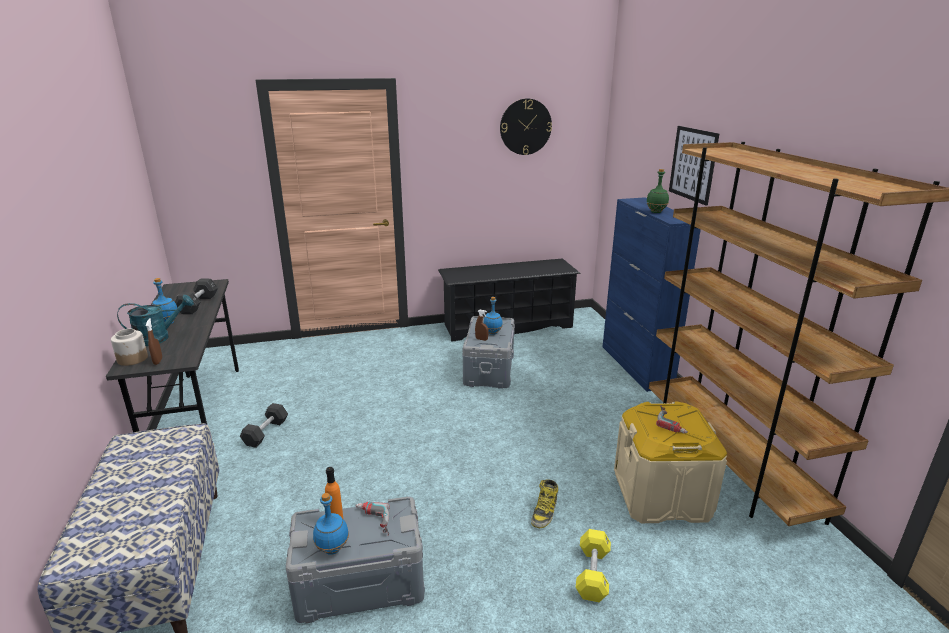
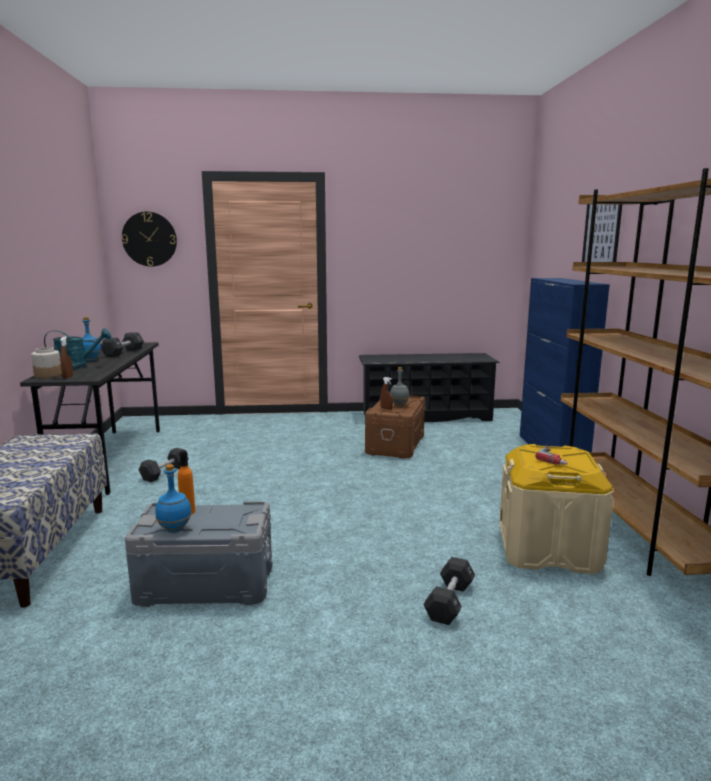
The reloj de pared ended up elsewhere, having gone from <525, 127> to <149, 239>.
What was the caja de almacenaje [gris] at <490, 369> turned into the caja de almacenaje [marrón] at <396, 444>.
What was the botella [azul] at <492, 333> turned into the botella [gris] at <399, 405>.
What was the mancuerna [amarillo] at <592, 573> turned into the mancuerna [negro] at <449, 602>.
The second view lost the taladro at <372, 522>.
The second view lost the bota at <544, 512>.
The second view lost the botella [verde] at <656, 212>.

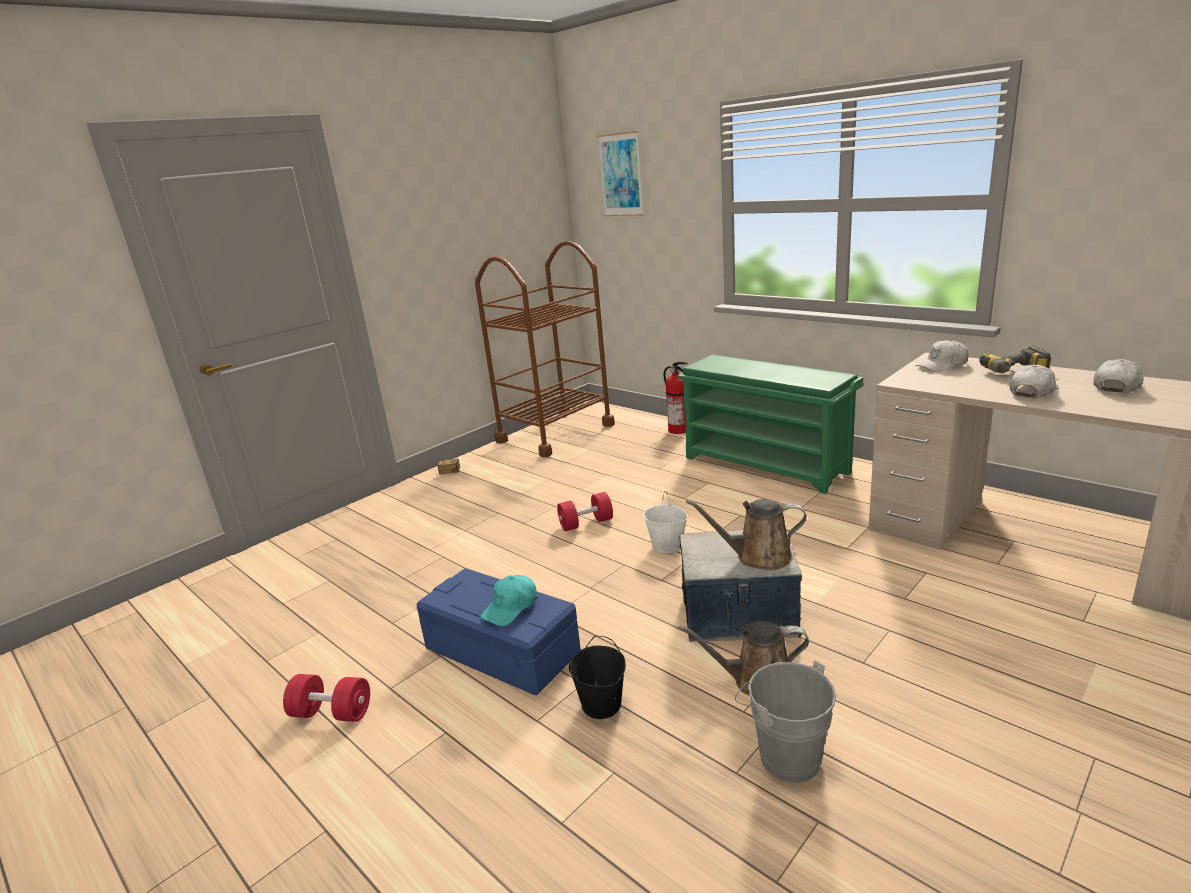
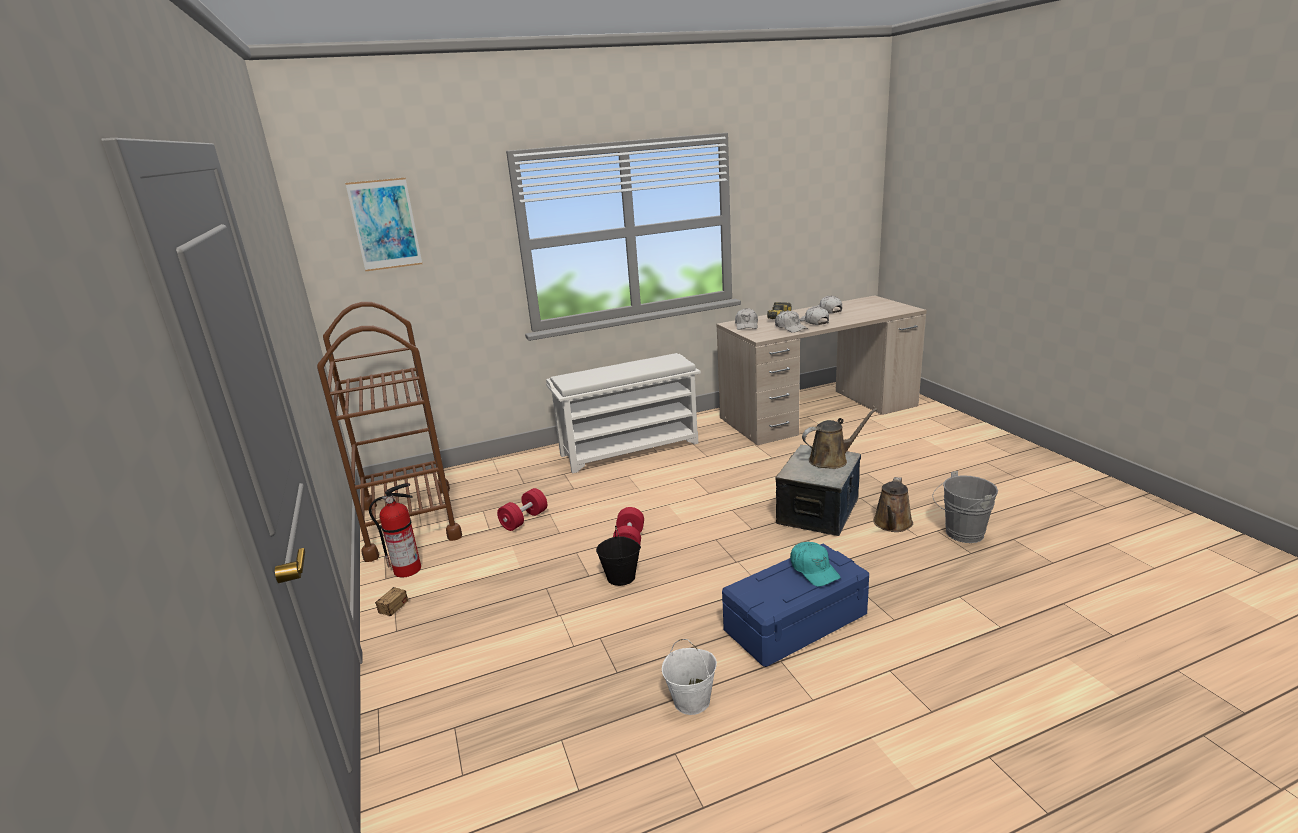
The extintor ended up elsewhere, having gone from <679, 430> to <408, 569>.
The mancuerna [rojo] ended up elsewhere, having gone from <332, 713> to <524, 520>.
What was the zapatero [verde] at <767, 465> turned into the zapatero [blanco] at <630, 448>.
The cubo [negro] ended up elsewhere, having gone from <602, 705> to <621, 577>.
The cubo [blanco] ended up elsewhere, having gone from <667, 546> to <692, 700>.
The second view gained the gorra [blanco] at <790, 328>.
The regadera [marrón] at <758, 557> ended up facing another way, 135 degrees counterclockwise from before.

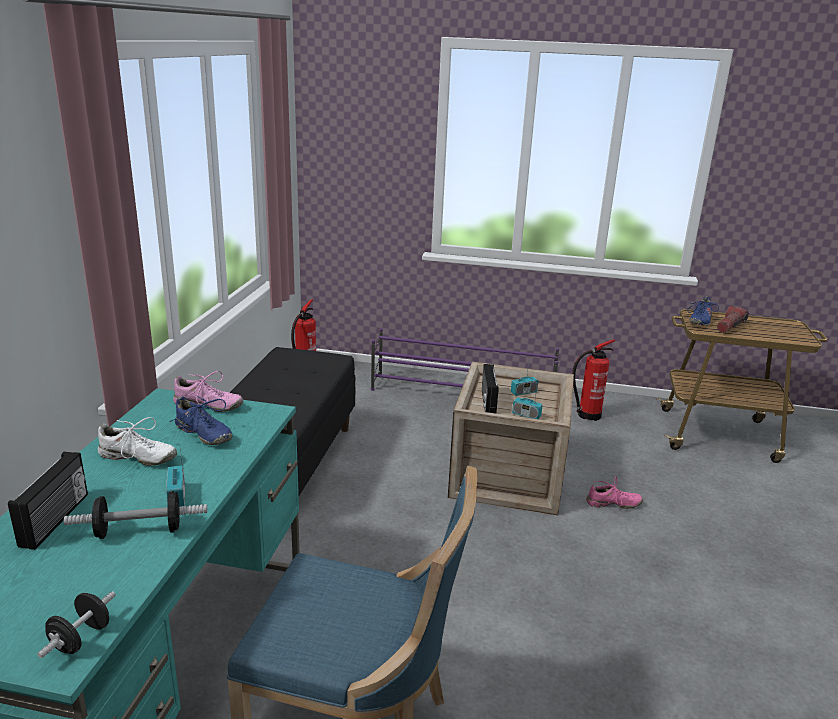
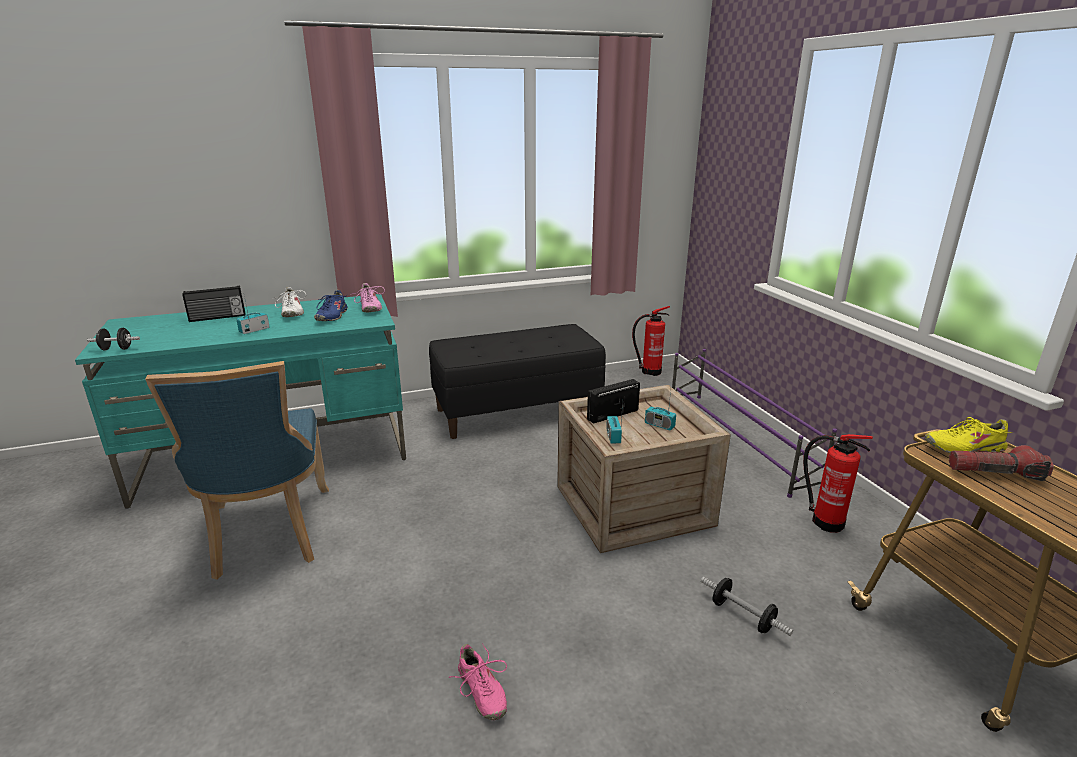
The zapato [rosa] ended up elsewhere, having gone from <613, 504> to <481, 692>.
The mancuerna ended up elsewhere, having gone from <139, 531> to <742, 616>.
What was the zapato [azul] at <699, 320> turned into the zapato [amarillo] at <963, 448>.

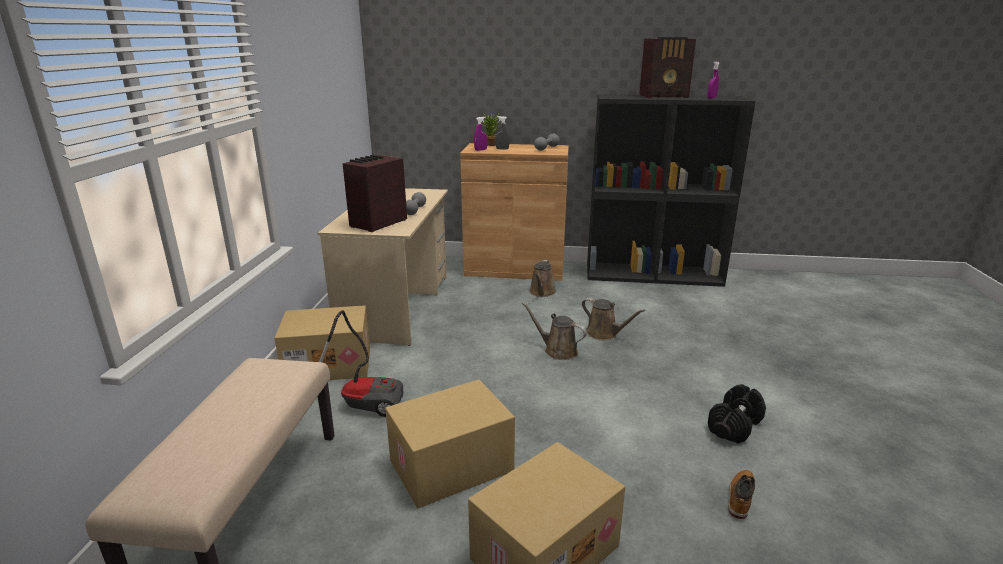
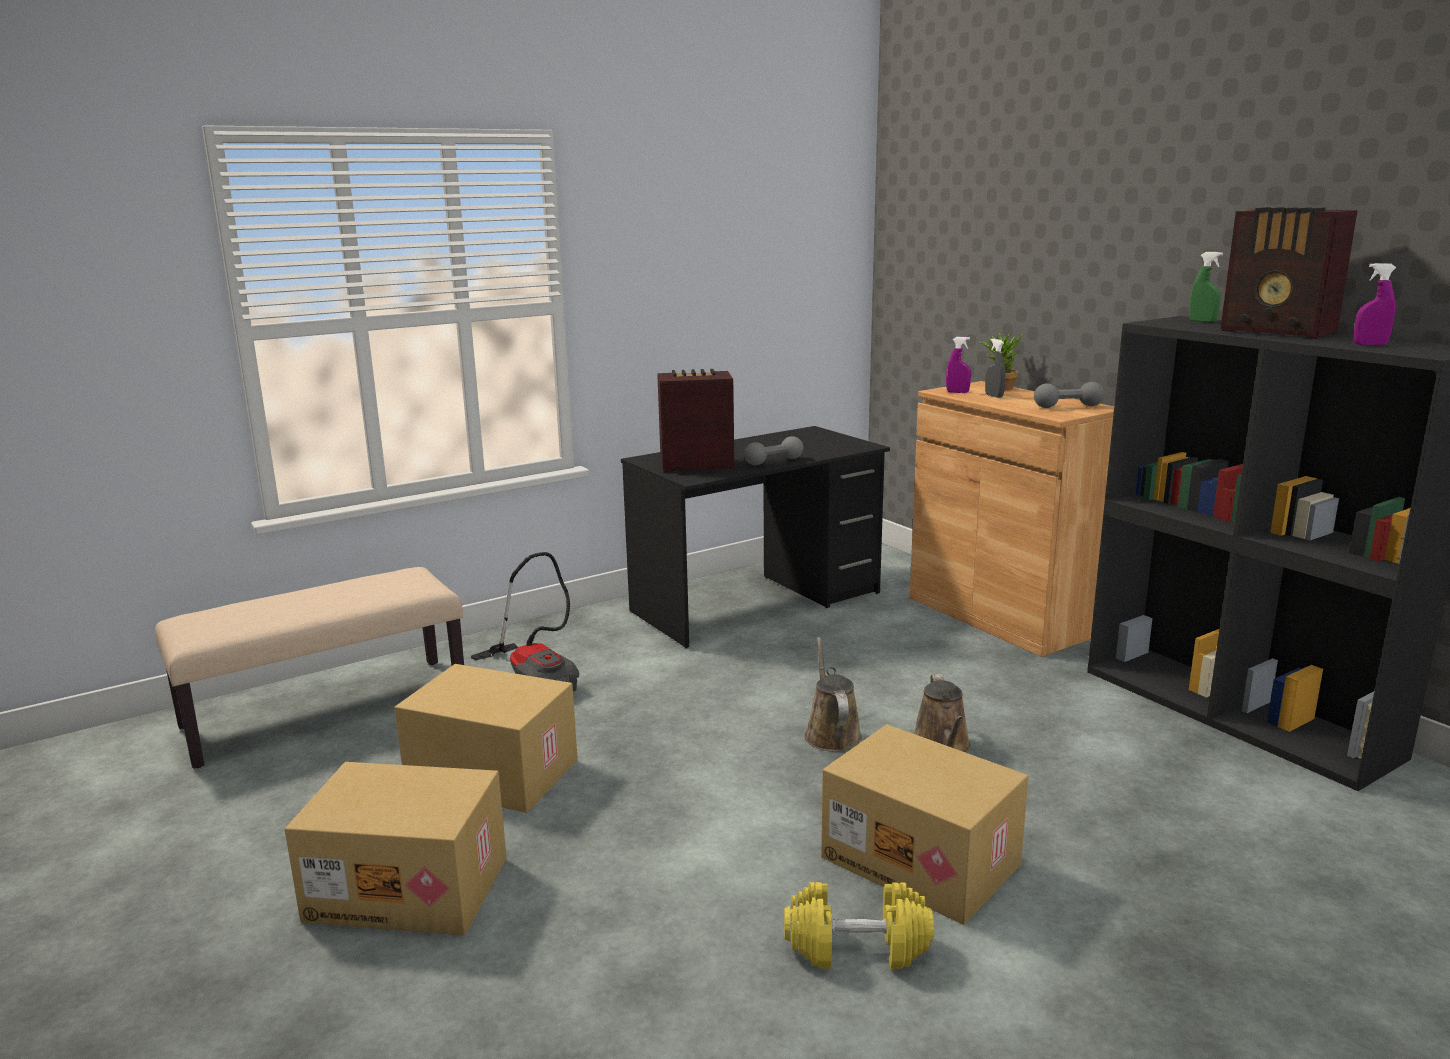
What was the escritorio [beis] at <396, 306> turned into the escritorio [negro] at <757, 602>.
What was the mancuerna [negro] at <734, 426> turned into the mancuerna [amarillo] at <857, 948>.
The caja de cartón ended up elsewhere, having gone from <329, 364> to <923, 860>.
The second view gained the pulverizador [verde] at <1202, 321>.
The second view lost the regadera [marrón] at <542, 292>.
The second view lost the bota at <740, 497>.

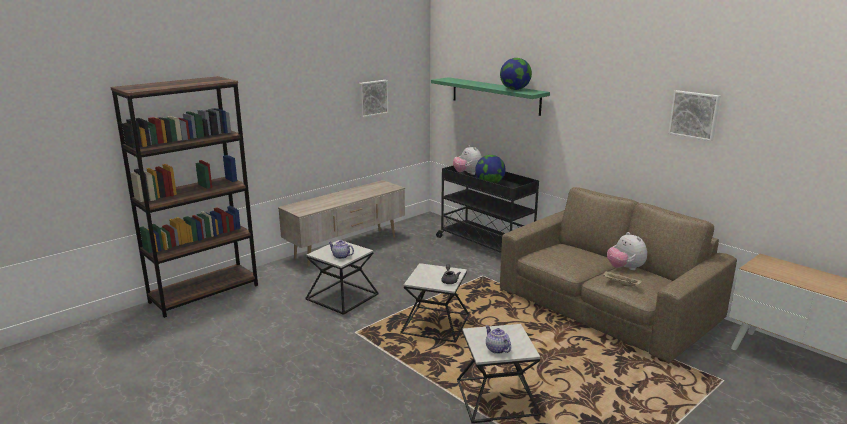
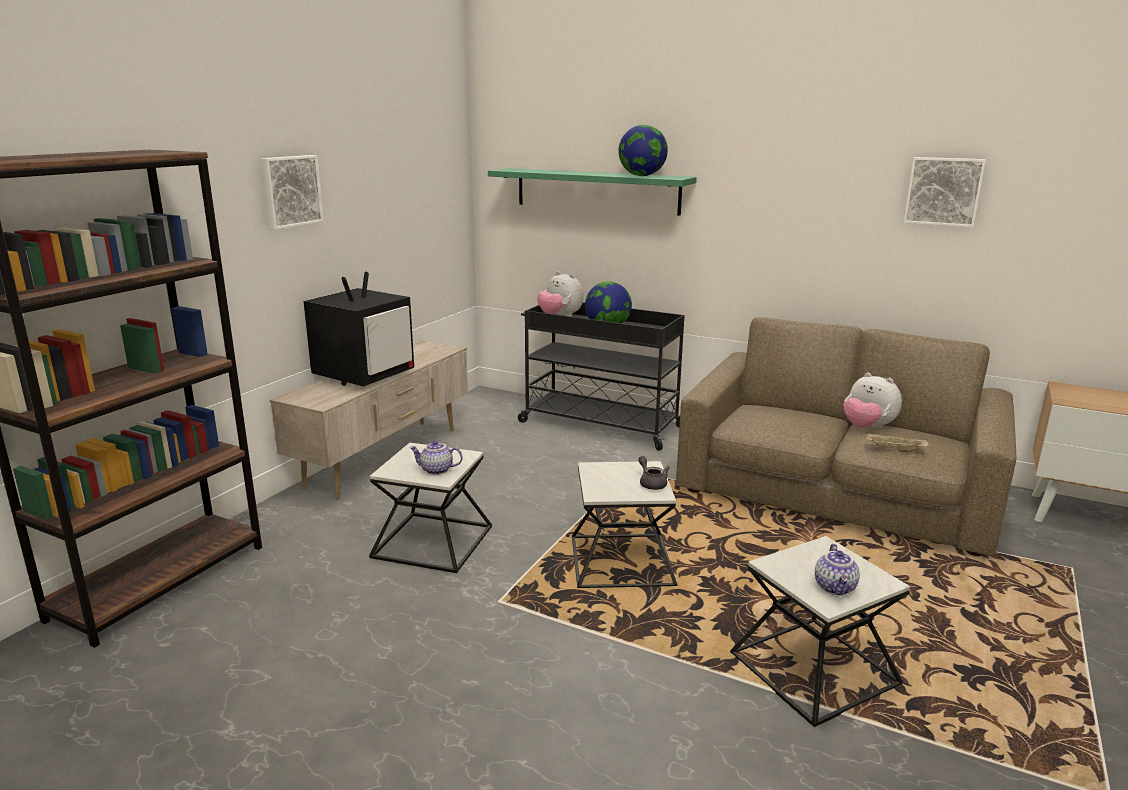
The cuadro ended up elsewhere, having gone from <372, 98> to <290, 191>.
The second view gained the televisor at <365, 375>.
The tetera at <496, 349> ended up facing another way, 120 degrees counterclockwise from before.

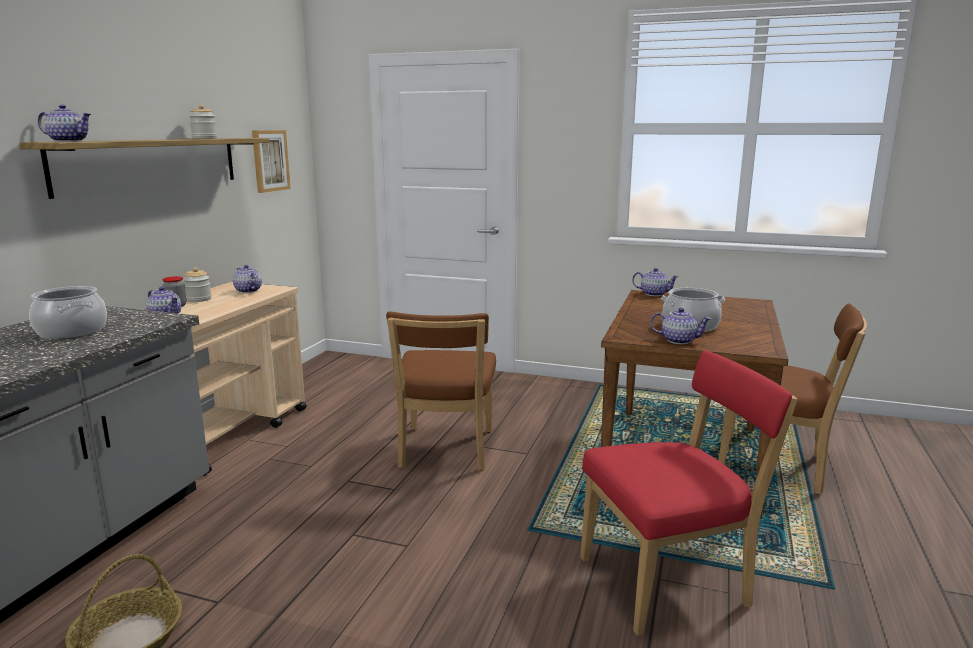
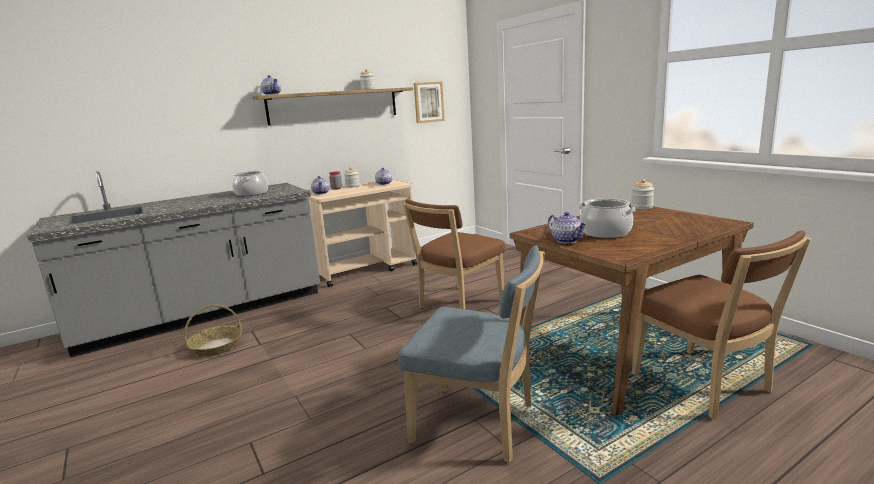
What was the silla [rojo] at <670, 581> turned into the silla [azul] at <479, 424>.
Where the tetera stood at <653, 294>, the tarro came to stand at <641, 207>.

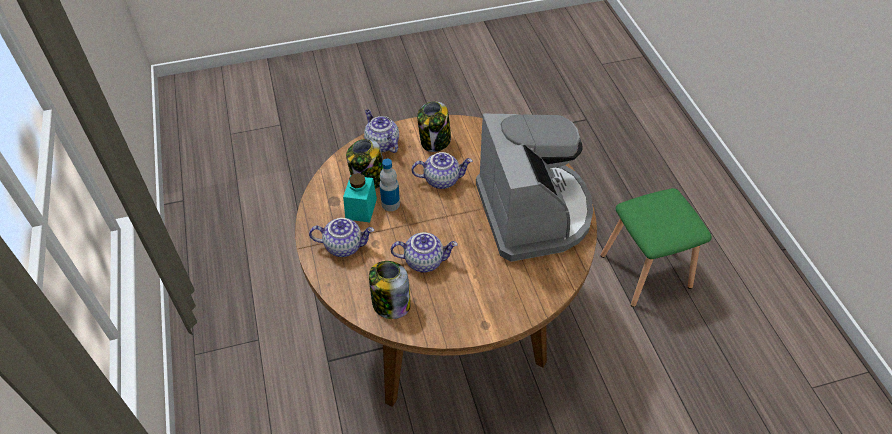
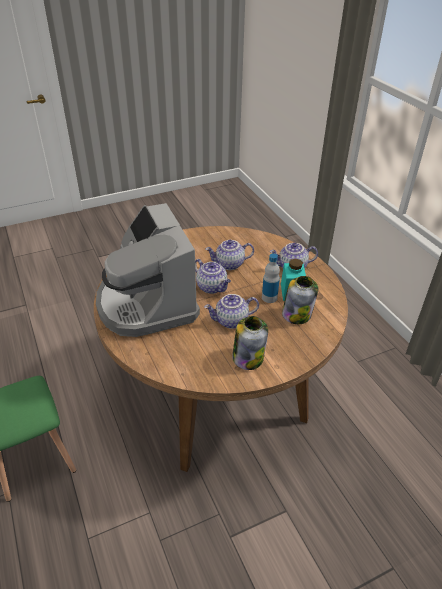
The tetera ended up elsewhere, having gone from <381, 143> to <212, 287>.
The second view lost the tarro at <390, 304>.

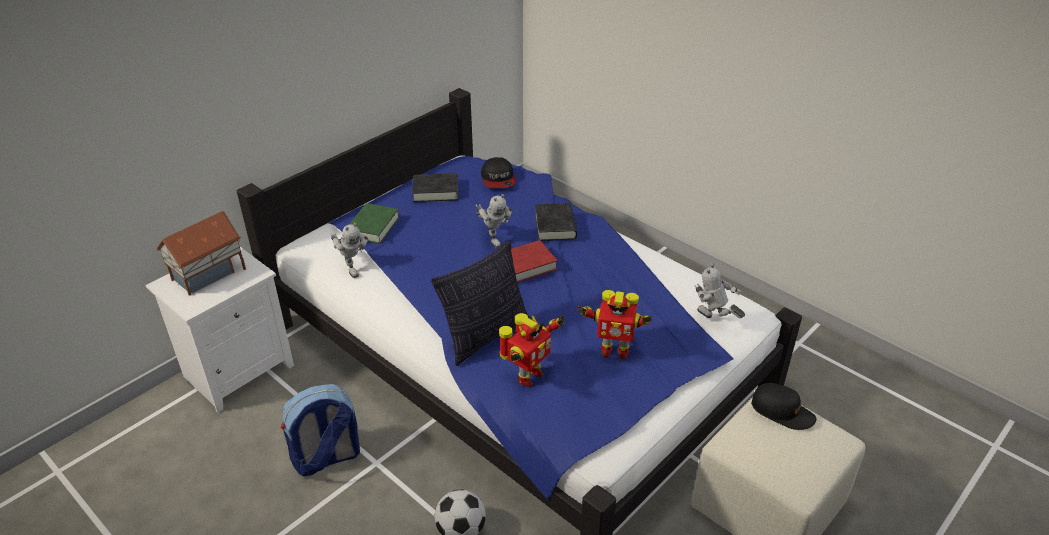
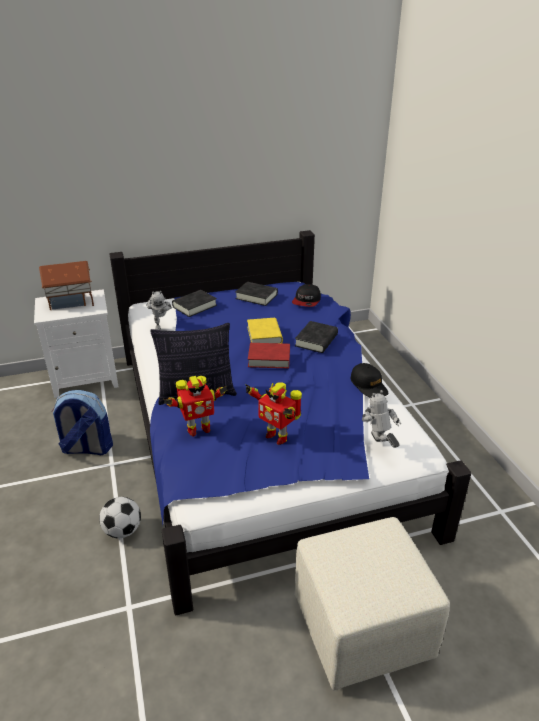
What was the libro [verde] at <373, 227> turned into the libro [negro] at <194, 306>.
Where the robot de juguete stood at <493, 238>, the libro [amarillo] came to stand at <264, 335>.
The gorra [negro] ended up elsewhere, having gone from <782, 411> to <369, 386>.

